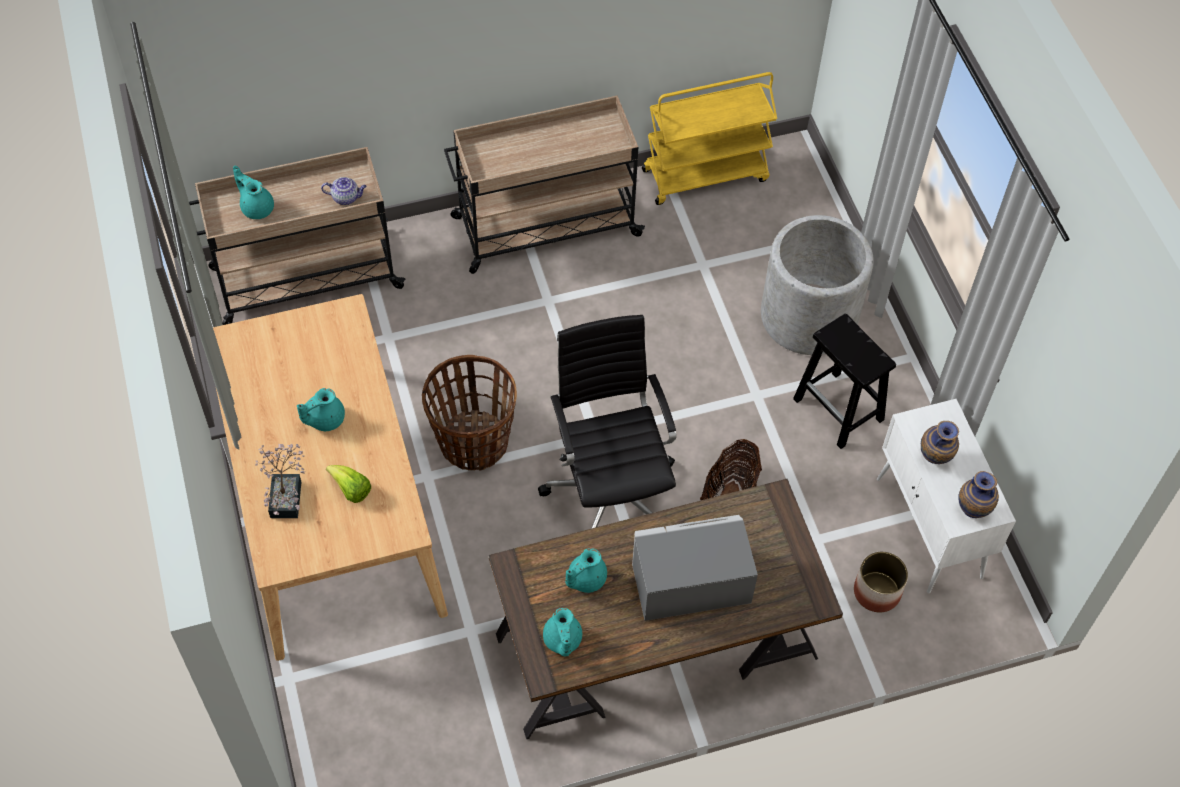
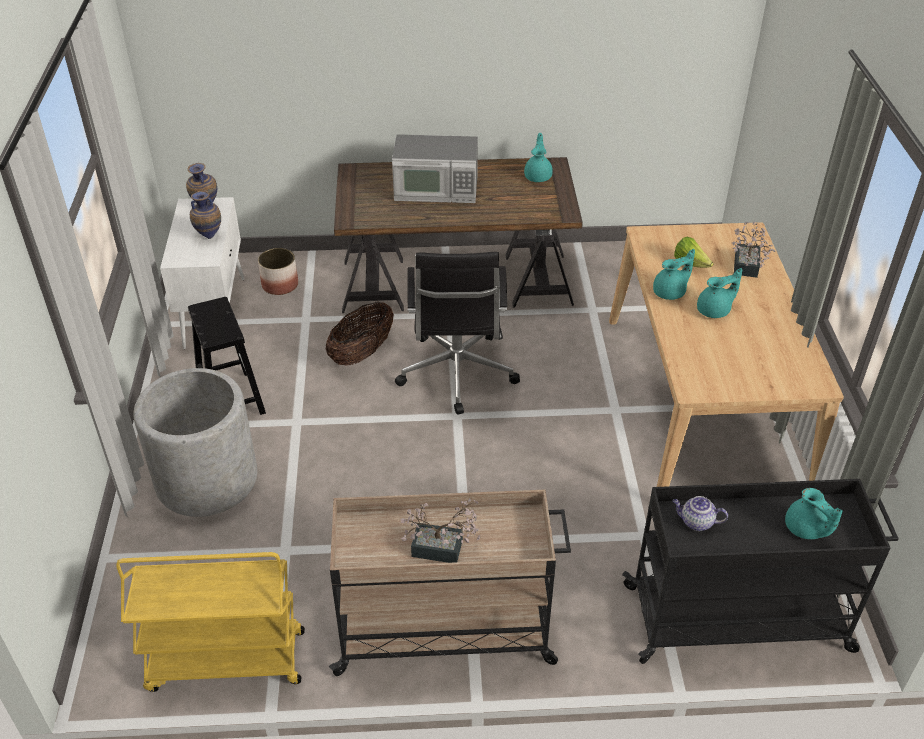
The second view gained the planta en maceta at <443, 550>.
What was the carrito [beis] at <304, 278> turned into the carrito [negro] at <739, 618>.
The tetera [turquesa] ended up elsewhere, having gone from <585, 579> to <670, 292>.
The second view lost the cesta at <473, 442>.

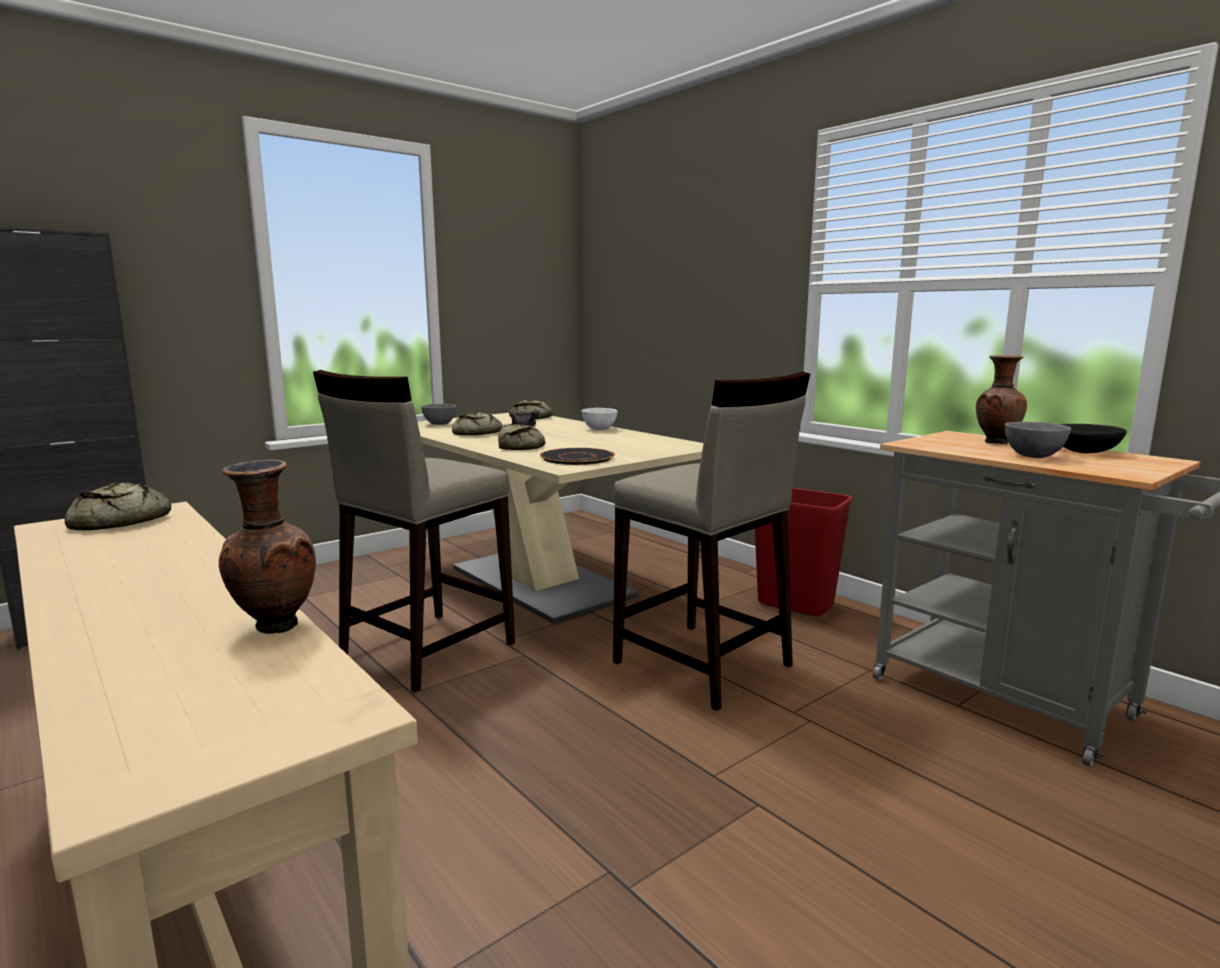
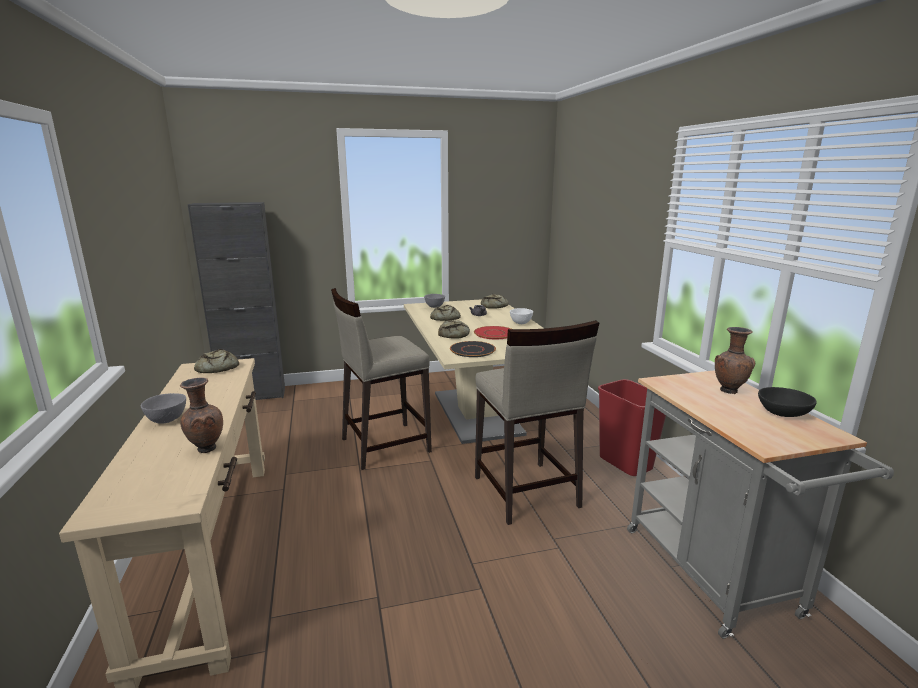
The cuenco [gris] ended up elsewhere, having gone from <1033, 456> to <168, 420>.
The second view gained the plato [rojo] at <494, 333>.

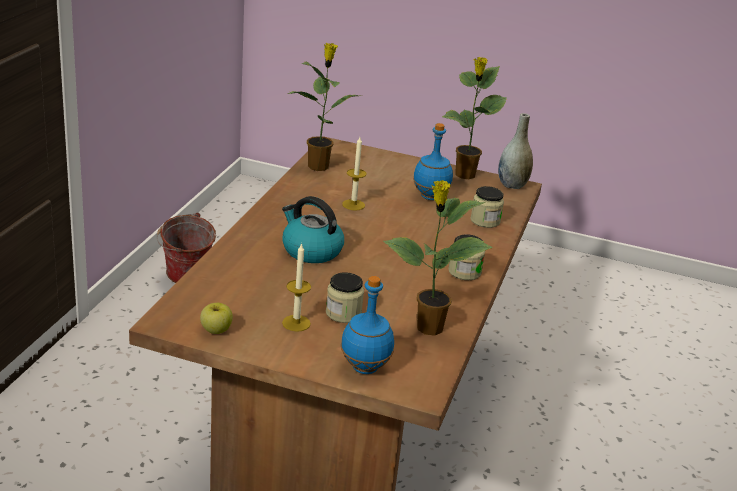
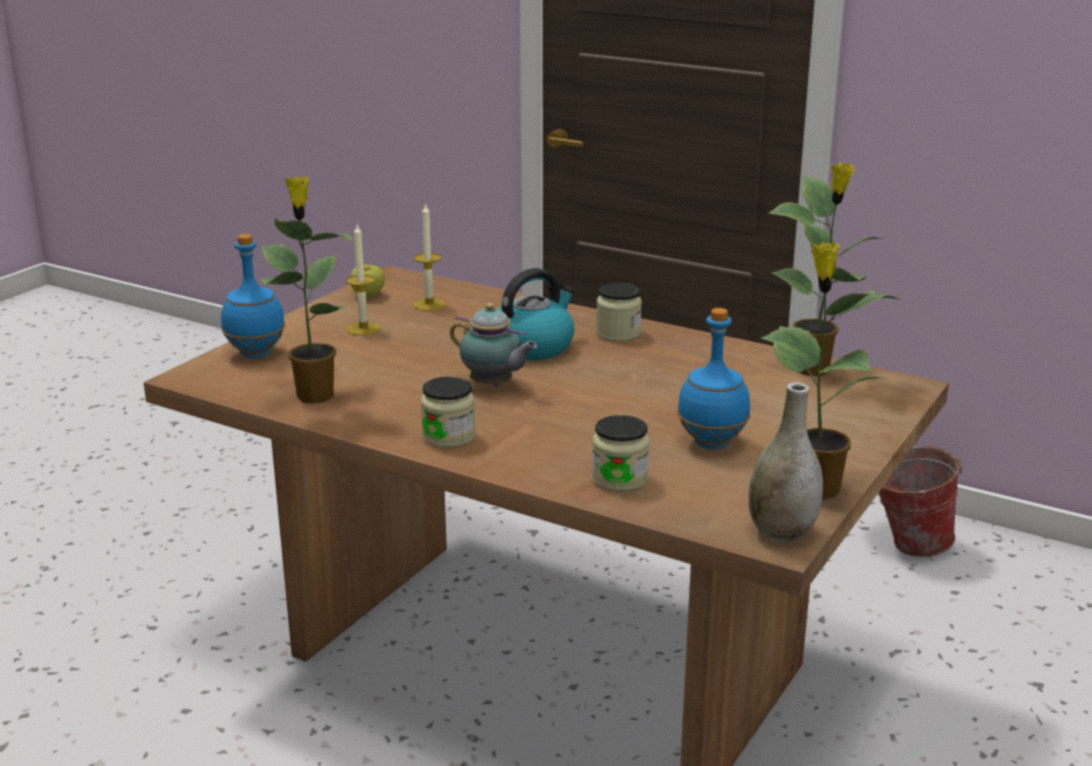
The vela ended up elsewhere, having gone from <353, 205> to <429, 304>.
The second view gained the tetera at <493, 385>.
The tarro ended up elsewhere, having gone from <343, 313> to <618, 333>.

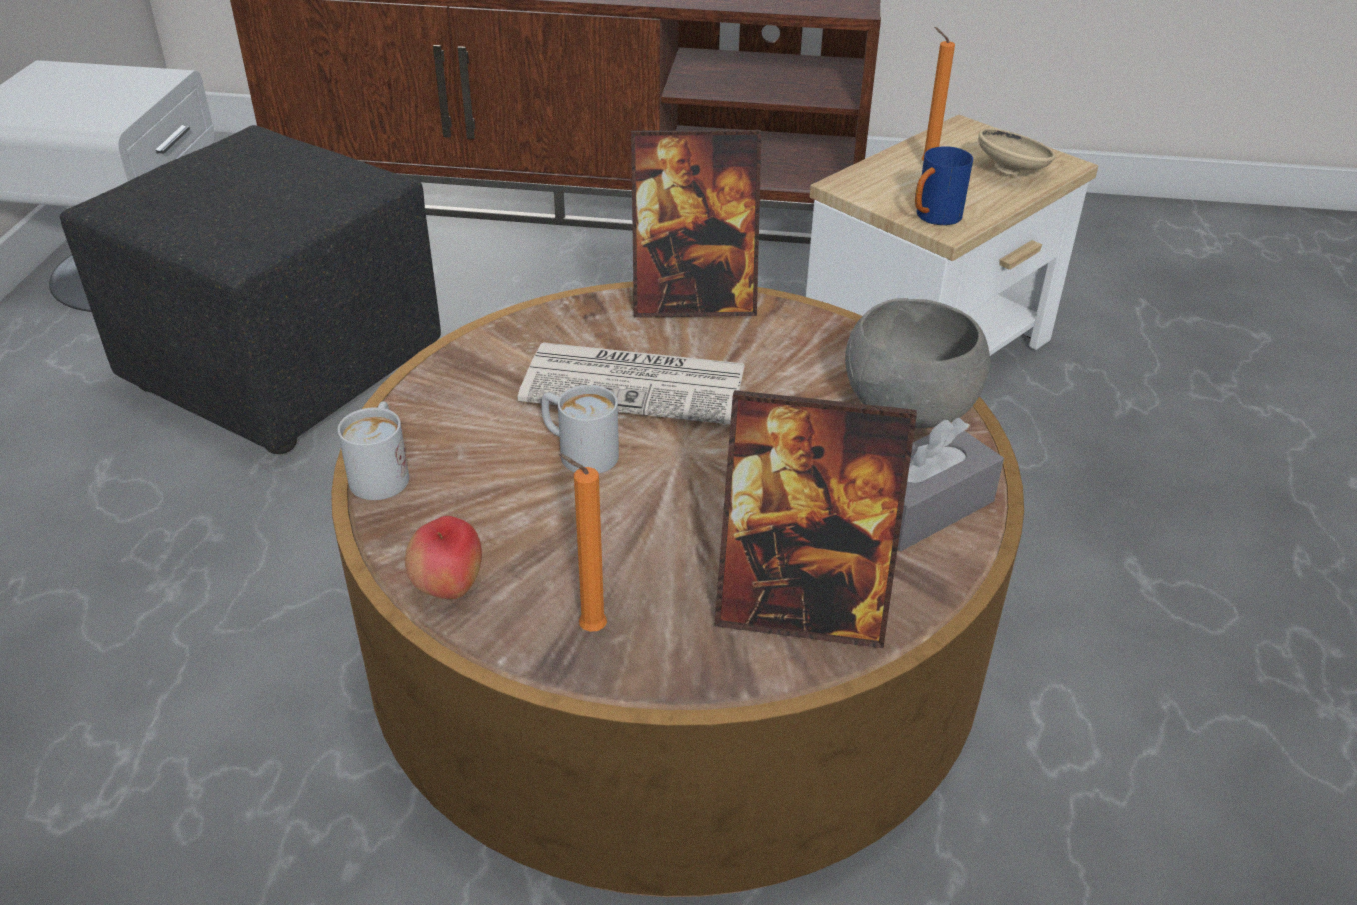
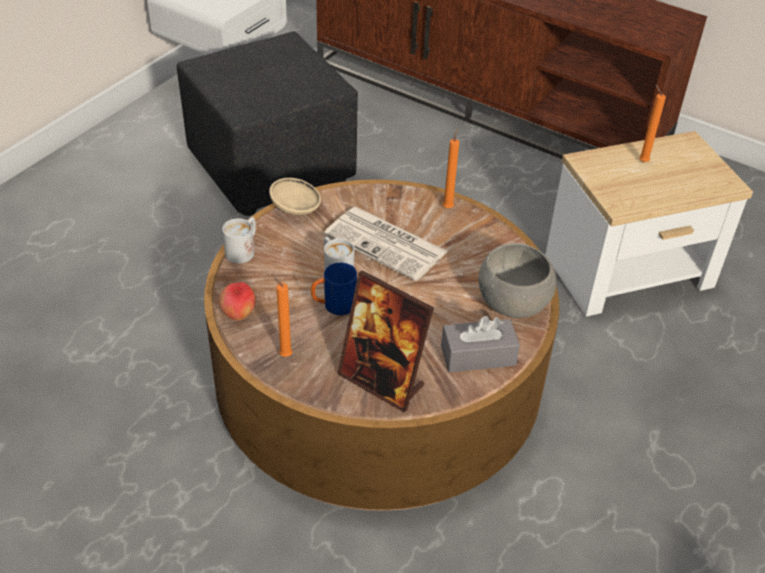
The cuenco [beis] ended up elsewhere, having gone from <1012, 171> to <296, 209>.
The taza grande [azul] ended up elsewhere, having gone from <933, 218> to <333, 306>.
Where the portarretratos stood at <693, 302>, the vela [naranja] came to stand at <448, 207>.

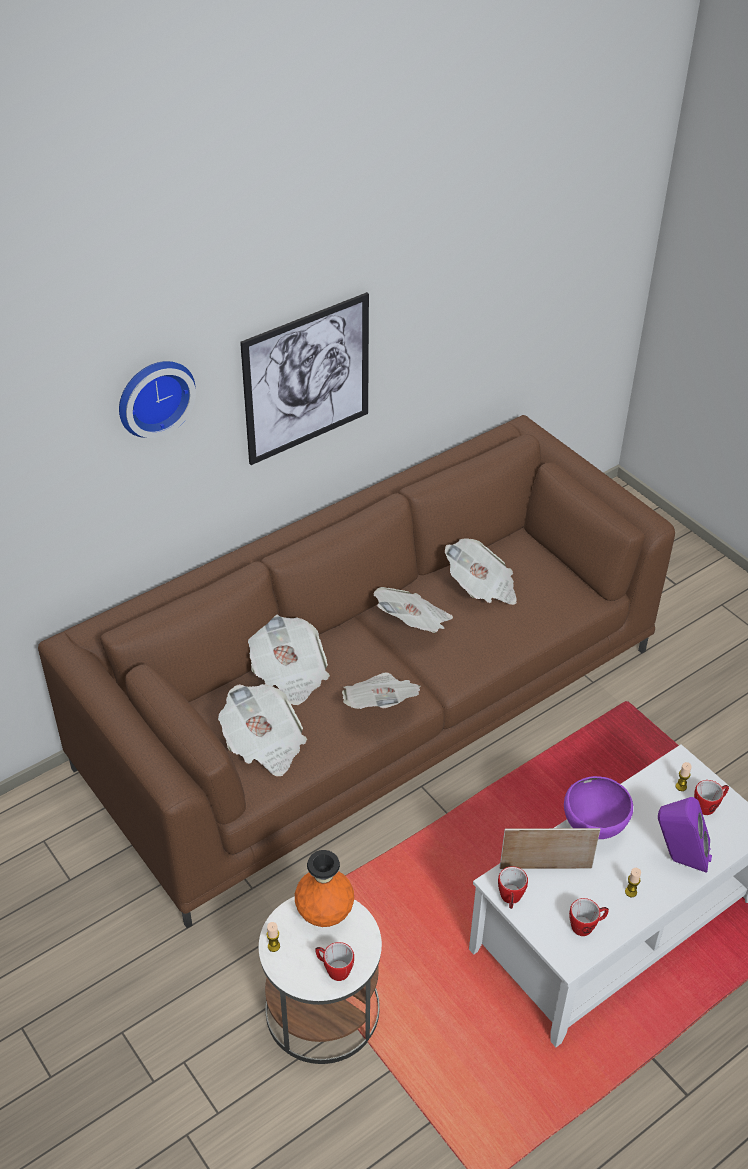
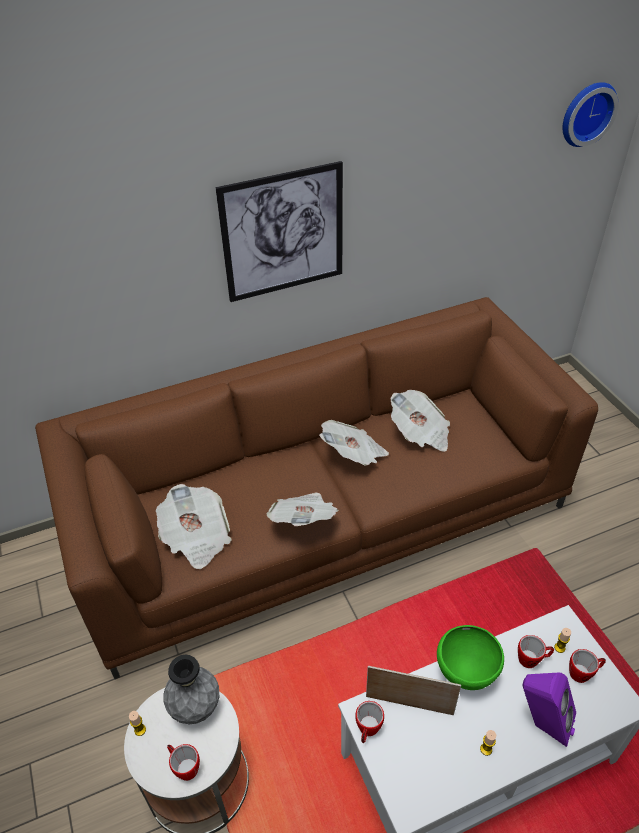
What was the florero [naranja] at <324, 914> turned into the florero [gris] at <195, 707>.
What was the cuenco [morado] at <594, 827> turned into the cuenco [verde] at <466, 672>.
The taza grande ended up elsewhere, having gone from <586, 926> to <532, 659>.
The reloj de pared ended up elsewhere, having gone from <153, 396> to <586, 113>.
The second view lost the periódico at <289, 674>.

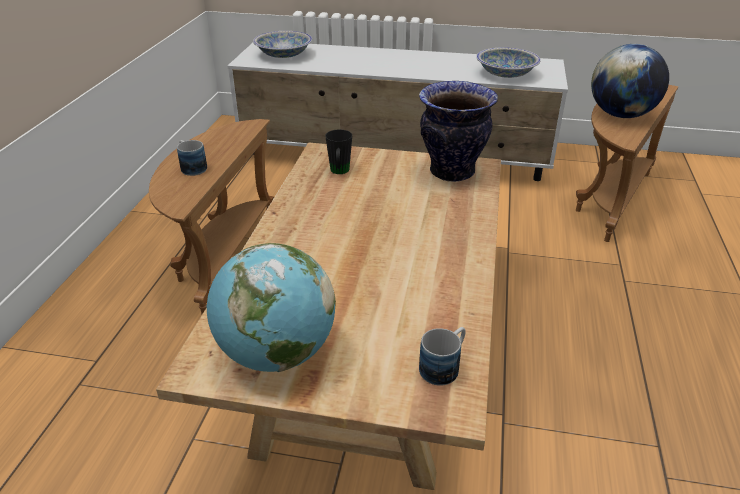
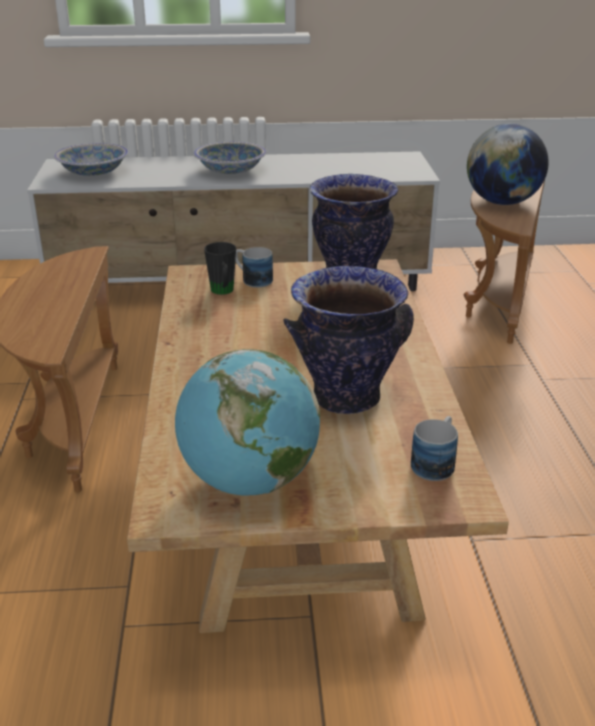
The cuenco ended up elsewhere, having gone from <506, 74> to <230, 170>.
The taza grande ended up elsewhere, having gone from <191, 167> to <252, 279>.
The second view gained the florero at <346, 398>.

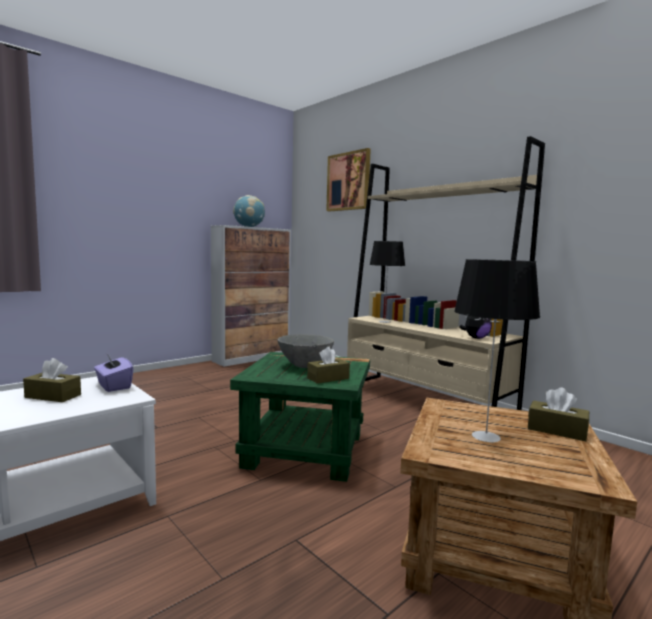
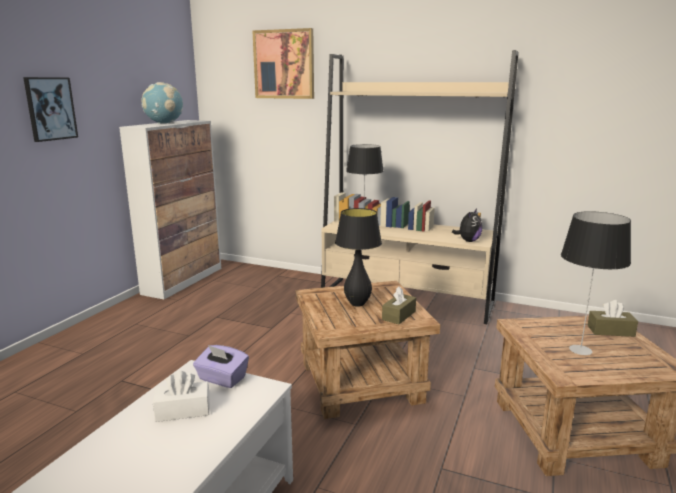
The second view gained the cuadro at <50, 109>.
What was the caja de pañuelos [marrón] at <53, 396> turned into the caja de pañuelos [blanco] at <183, 410>.
What was the mesa auxiliar [verde] at <306, 449> turned into the mesa auxiliar [marrón] at <361, 381>.
Where the cuenco [gris] stood at <305, 366>, the lámpara de mesa [negro] came to stand at <357, 304>.

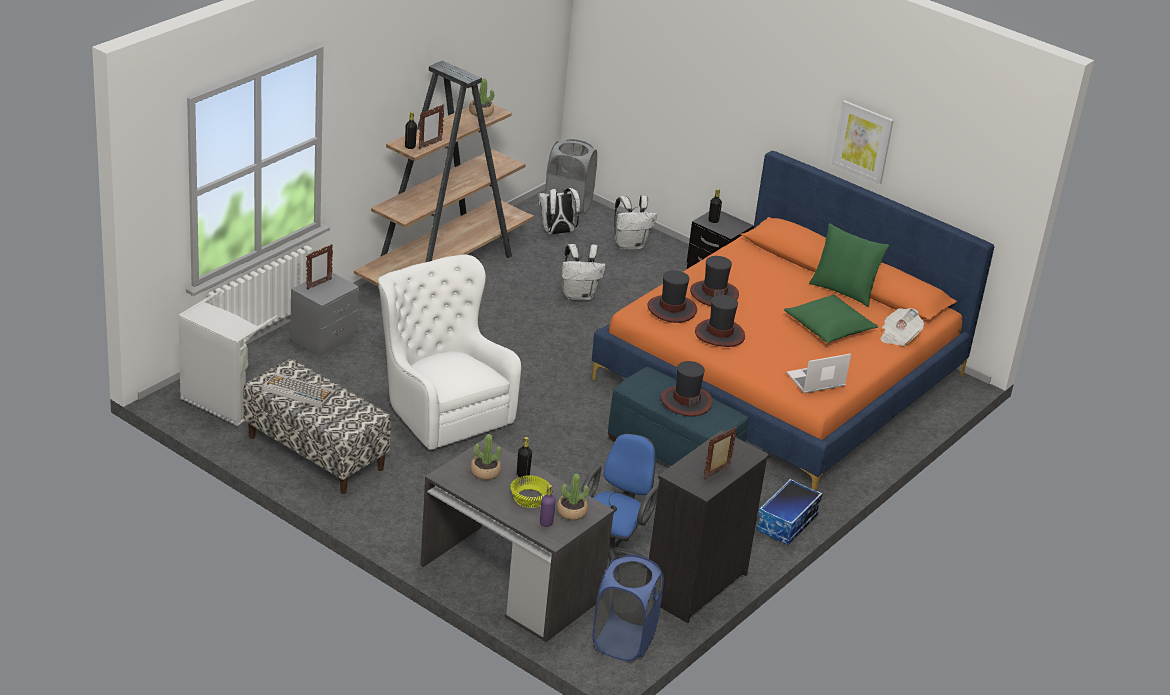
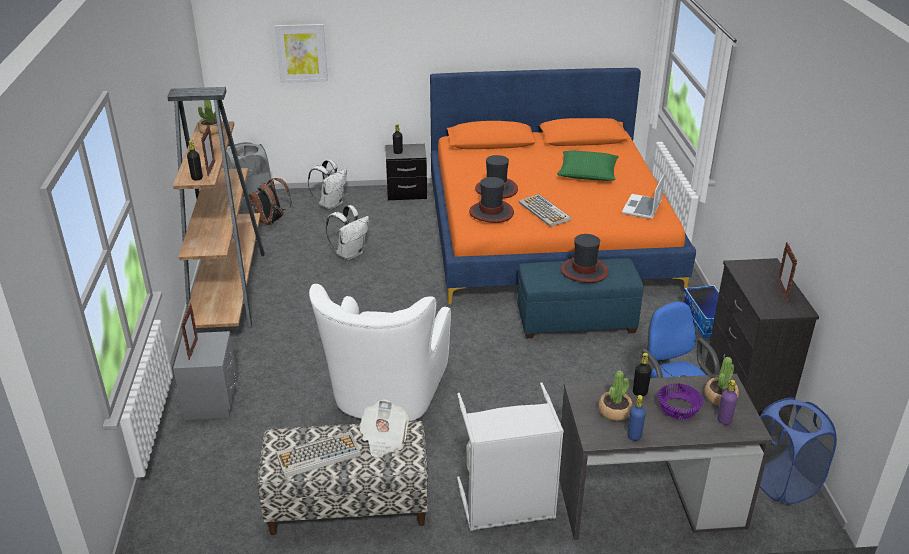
What was the mochila [blanco] at <557, 232> turned into the mochila [marrón] at <271, 221>.
The cuadro ended up elsewhere, having gone from <863, 141> to <301, 53>.
The sillón [blanco] at <440, 409> ended up facing another way, 90 degrees counterclockwise from before.
The periódico ended up elsewhere, having gone from <898, 337> to <384, 439>.
The cesto de la ropa [gris] ended up elsewhere, having gone from <222, 404> to <507, 507>.
Where the sombrero stood at <720, 334>, the teclado came to stand at <545, 211>.
The second view gained the botella [azul] at <634, 436>.
What was the cuenco [amarillo] at <530, 498> turned into the cuenco [morado] at <678, 408>.
The second view lost the cojín [verde] at <843, 290>.

